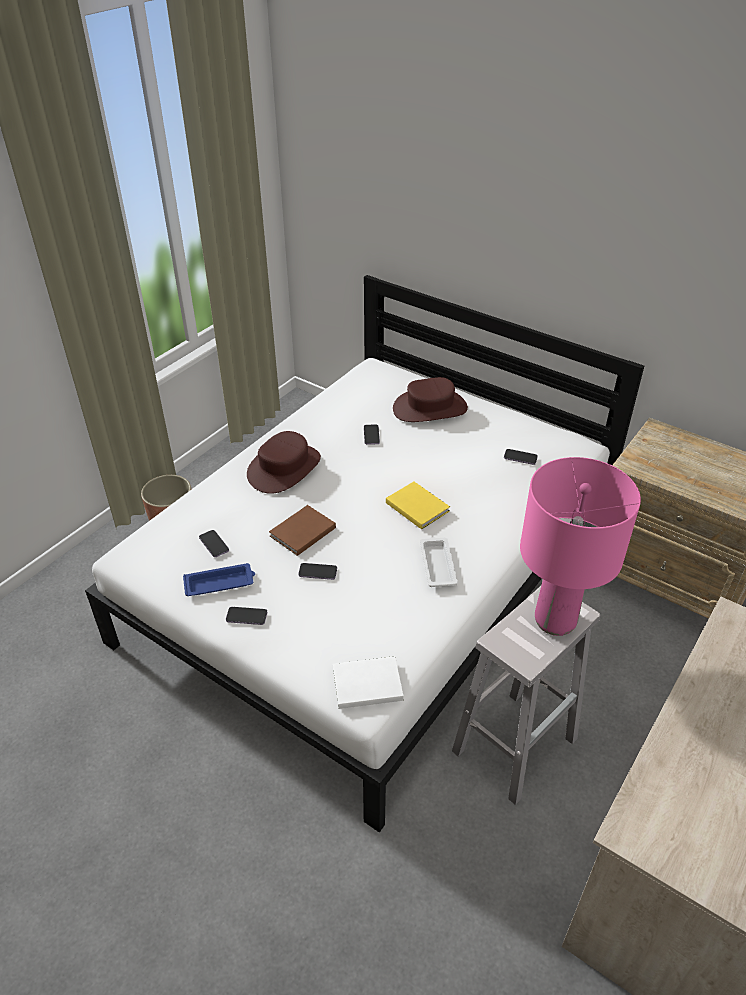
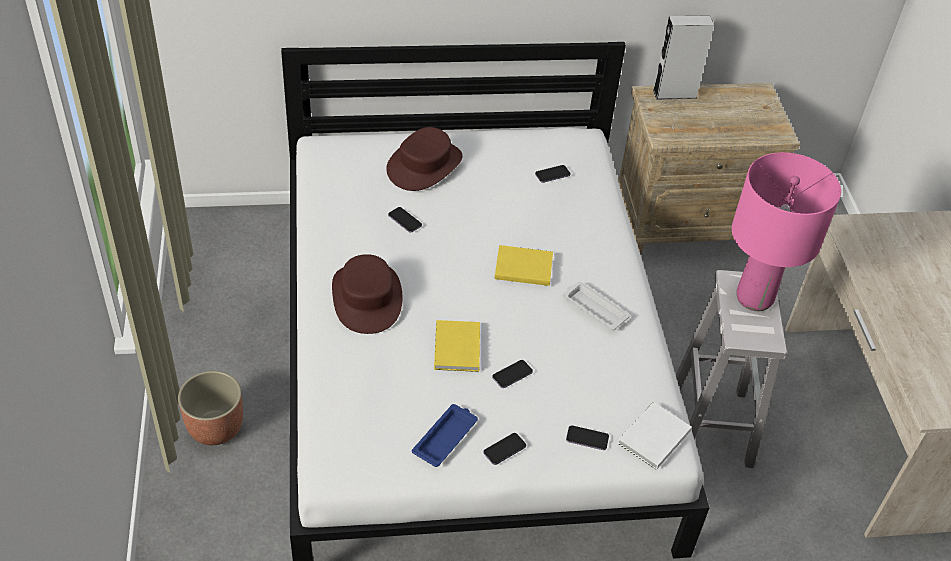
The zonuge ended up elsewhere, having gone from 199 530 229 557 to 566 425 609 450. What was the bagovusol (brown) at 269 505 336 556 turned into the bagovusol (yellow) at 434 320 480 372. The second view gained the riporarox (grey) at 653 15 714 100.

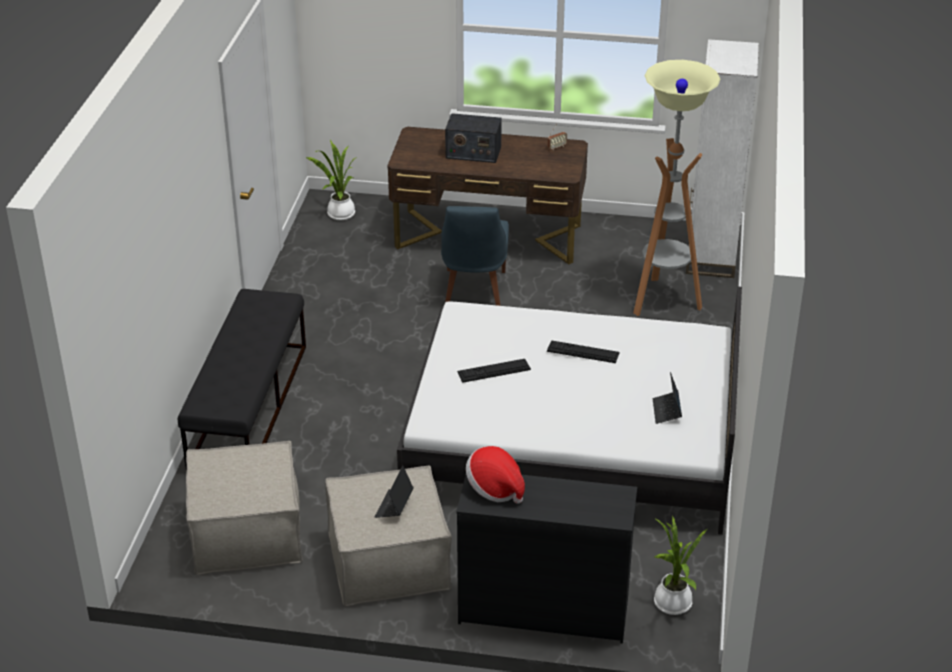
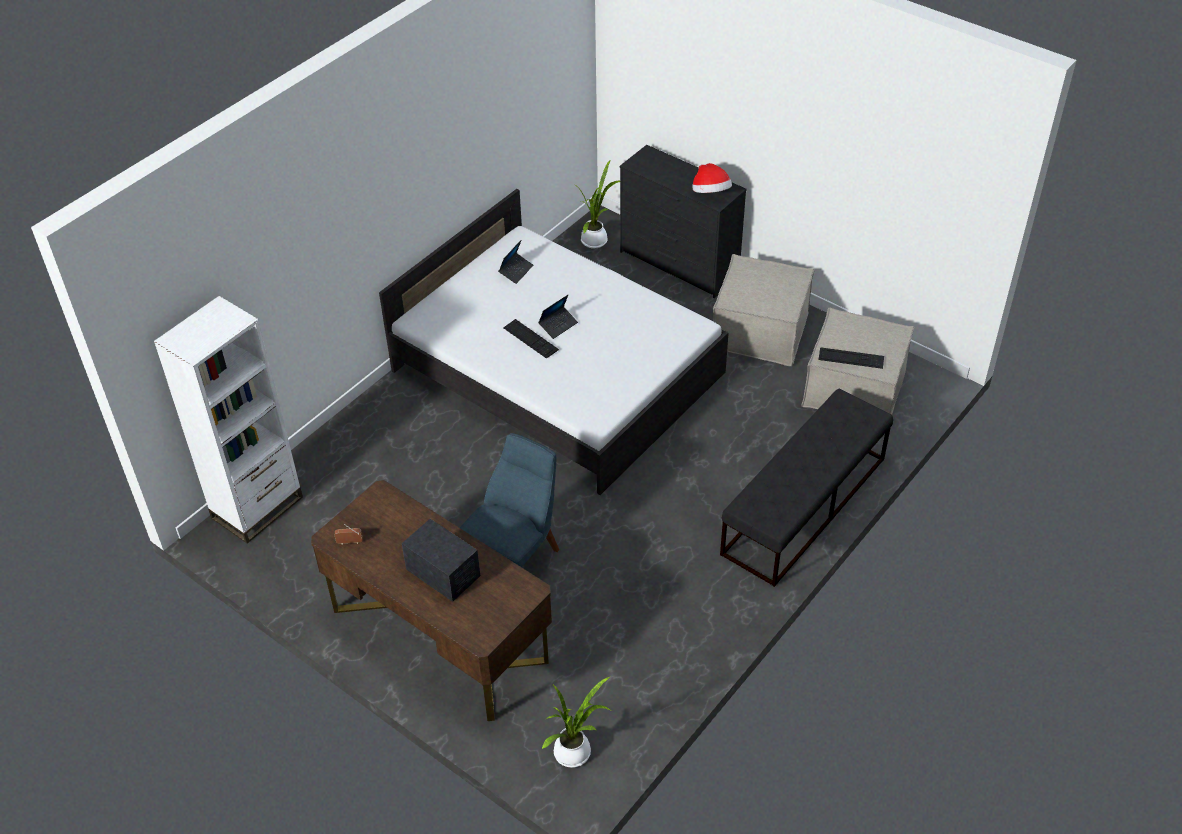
The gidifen ended up elsewhere, having gone from 375 466 413 518 to 538 295 578 339. The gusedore ended up elsewhere, having gone from 457 359 531 383 to 818 347 884 369. The second view lost the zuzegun at 633 60 721 316.

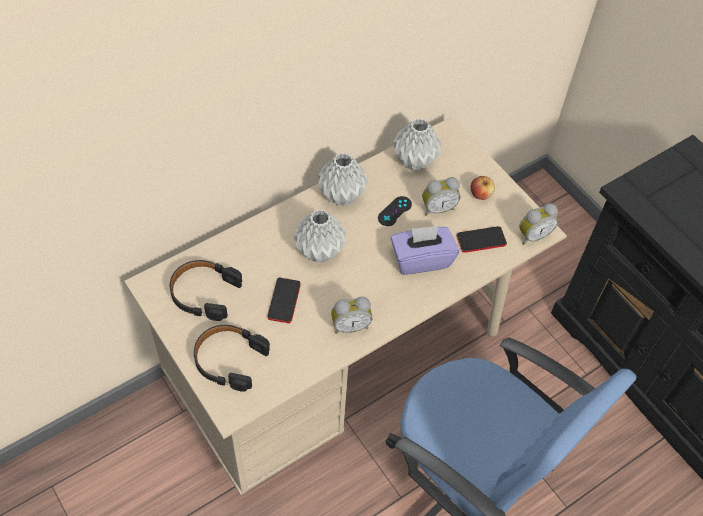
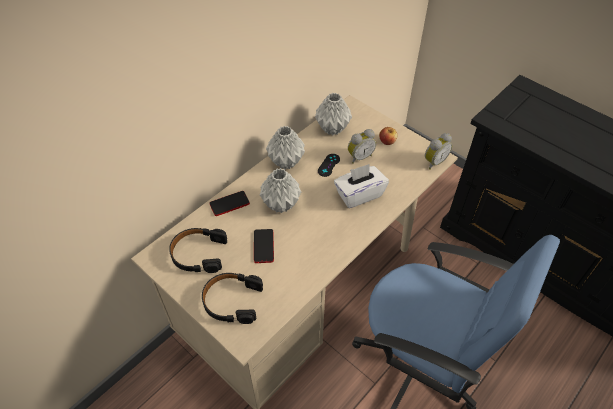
The second view lost the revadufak at 331 296 372 334. What was the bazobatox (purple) at 391 226 459 275 turned into the bazobatox (white) at 334 164 389 208. The zonuge ended up elsewhere, having gone from 457 226 507 253 to 209 191 250 216.

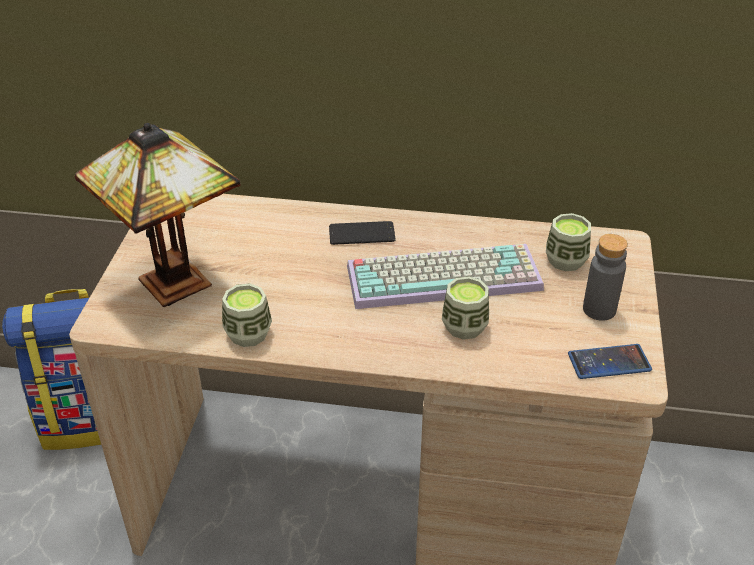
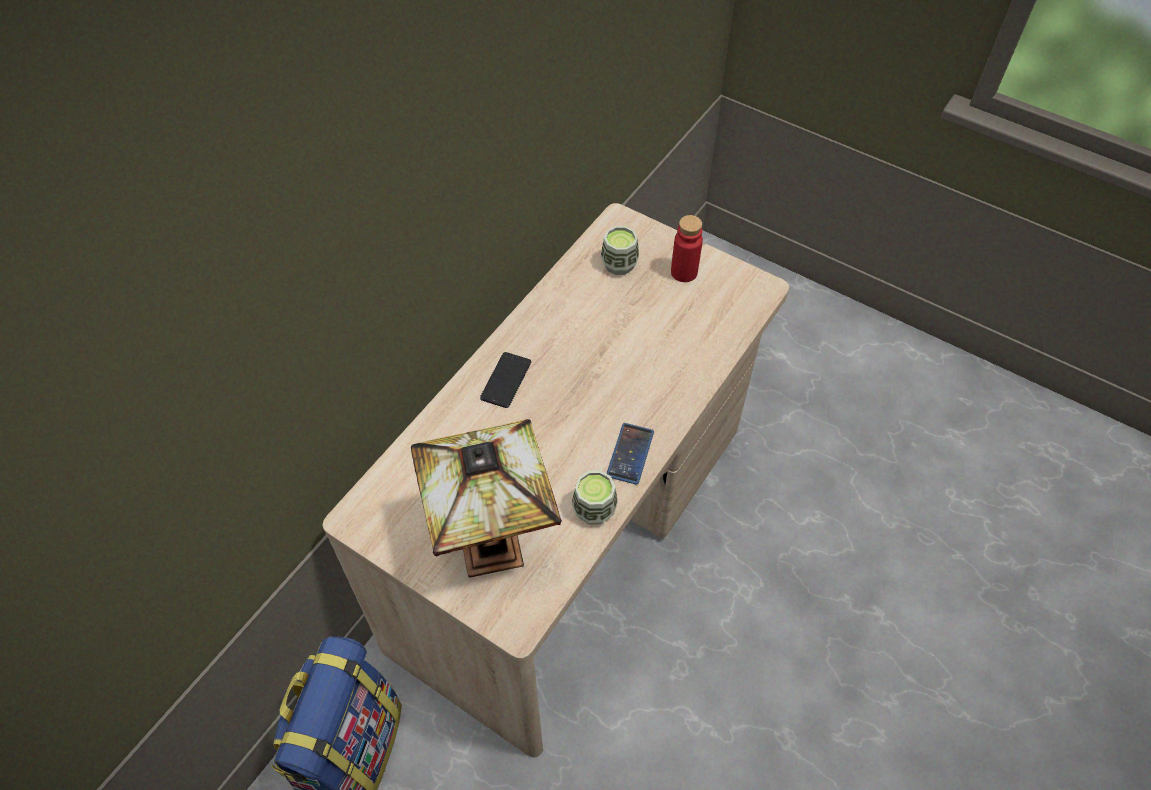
The second view lost the gusedore at 347 244 544 309. The second view lost the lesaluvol at 442 276 489 340. The zonuge ended up elsewhere, having gone from 568 344 652 379 to 607 423 654 485. What was the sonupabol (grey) at 583 234 628 321 turned into the sonupabol (red) at 671 215 703 282.

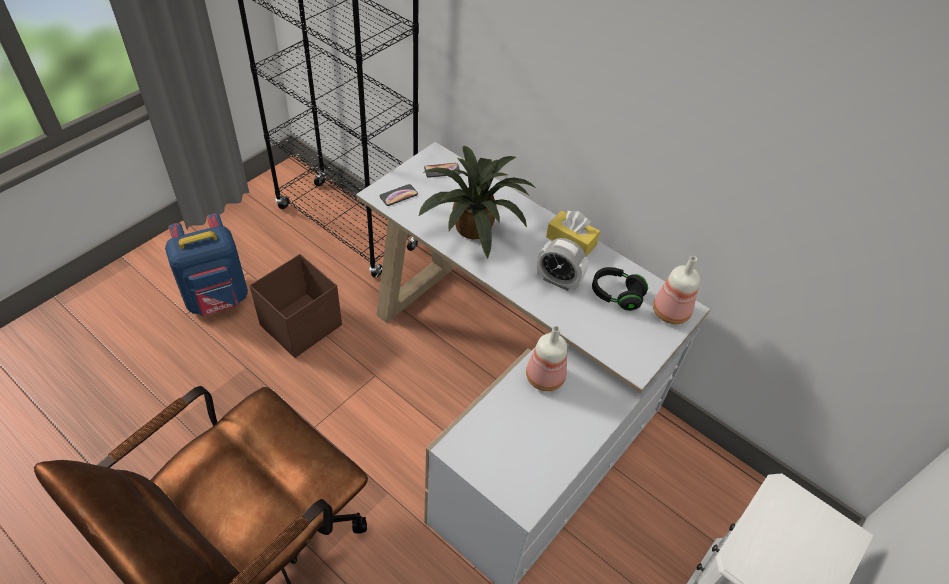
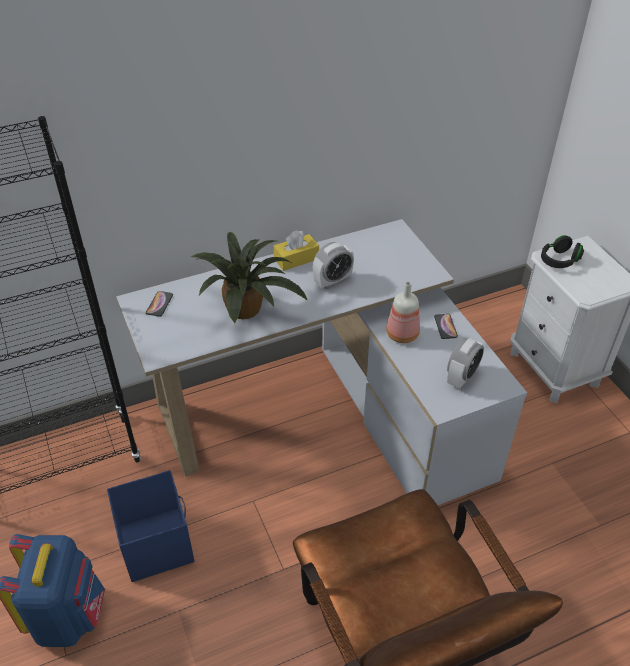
What was the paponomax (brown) at 250 254 342 358 turned into the paponomax (blue) at 107 470 194 582. The zonuge ended up elsewhere, having gone from 380 184 418 206 to 434 314 458 339. The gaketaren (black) ended up elsewhere, having gone from 592 267 648 311 to 541 235 584 268. The second view lost the sonupabol at 653 256 700 324. The second view gained the revadufak at 447 338 484 389.

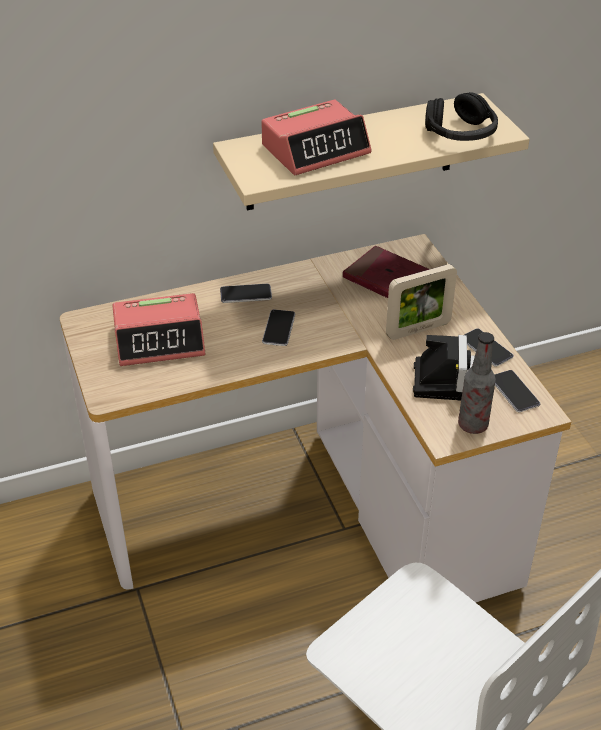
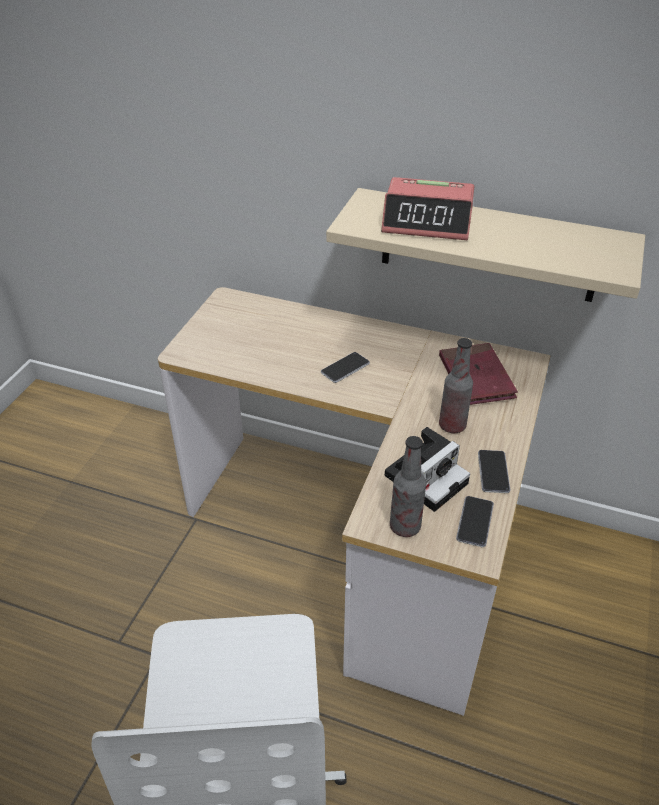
The second view lost the revadufak at 112 293 205 366. The second view lost the zonuge at 220 284 272 303. Where the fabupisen stood at 386 264 457 340, the sonupabol came to stand at 439 338 473 433. The second view lost the gaketaren (black) at 425 92 498 141.

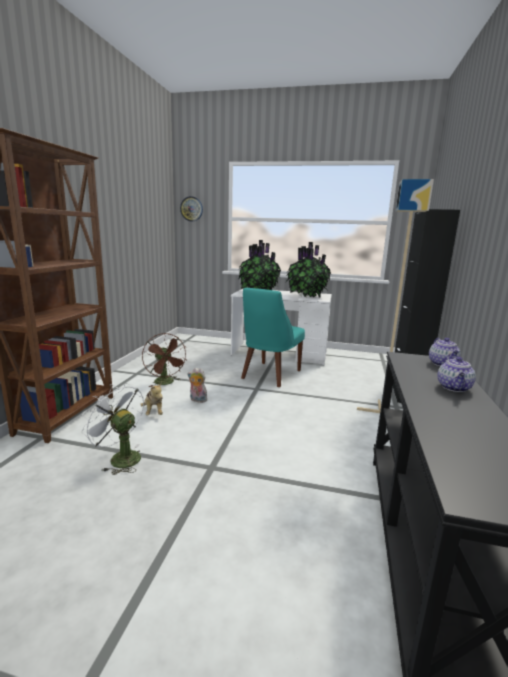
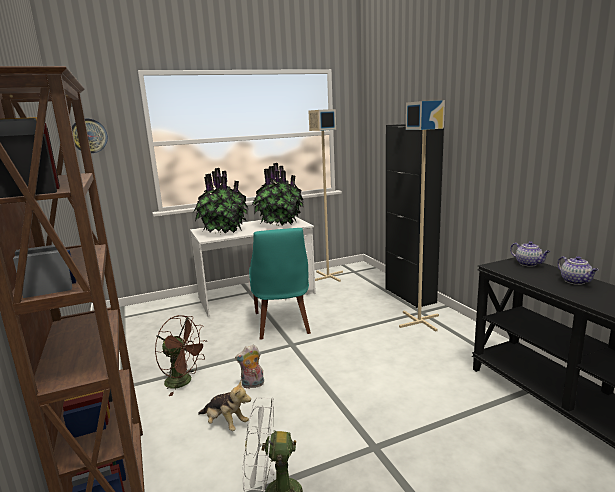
The second view gained the zuzegun (beige) at 309 109 343 282.

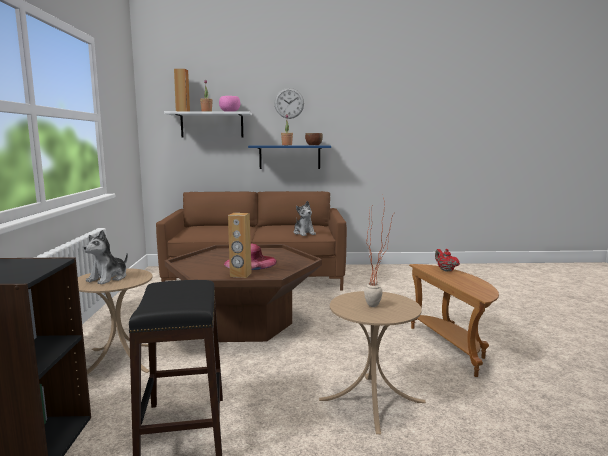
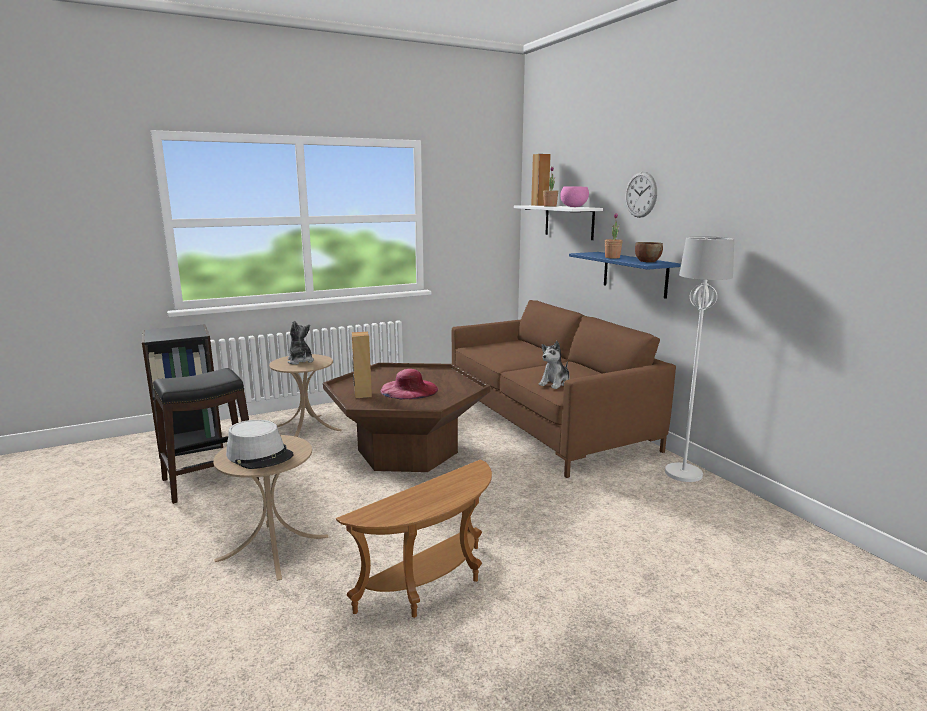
The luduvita at 84 230 128 284 ended up facing another way, 60 degrees clockwise from before. Where the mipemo stood at 364 198 396 307, the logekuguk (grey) came to stand at 226 420 294 469. The second view lost the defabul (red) at 435 249 460 271. The second view gained the zuzegun (white) at 665 236 734 482.

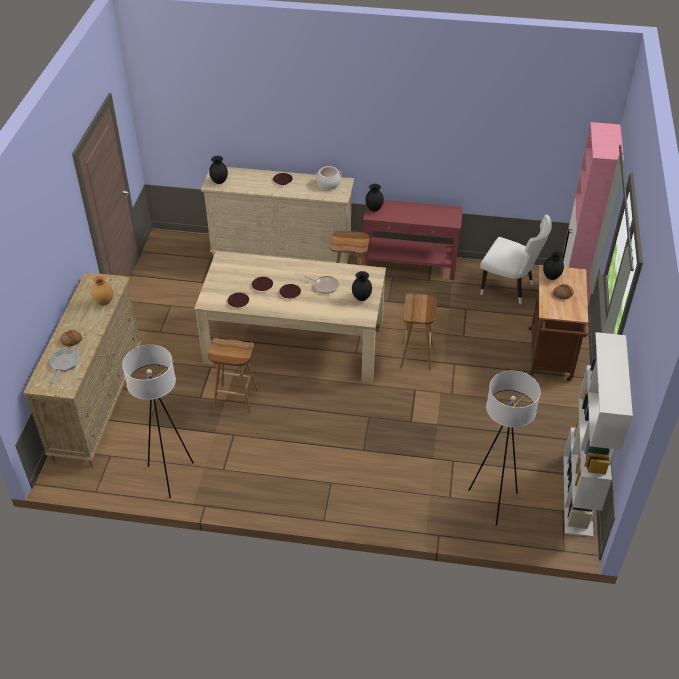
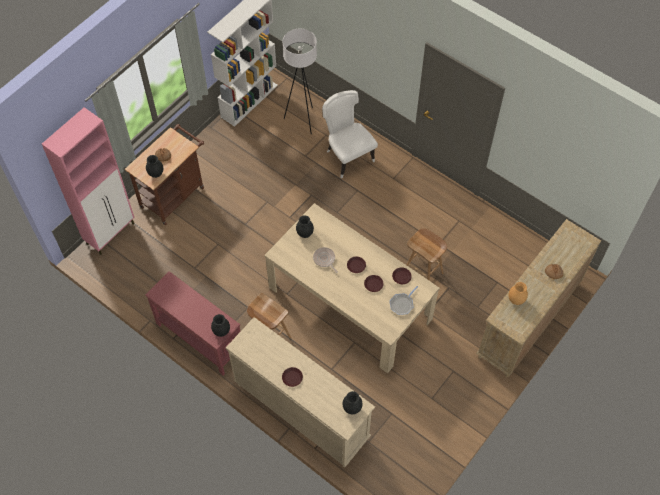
The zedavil ended up elsewhere, having gone from 49 349 80 384 to 390 286 418 315. The second view lost the zuzegun (white) at 122 345 194 498. The second view lost the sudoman at 316 166 342 190. The second view lost the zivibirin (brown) at 400 294 437 371. The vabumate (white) ended up elsewhere, having gone from 480 215 552 304 to 322 90 378 178.

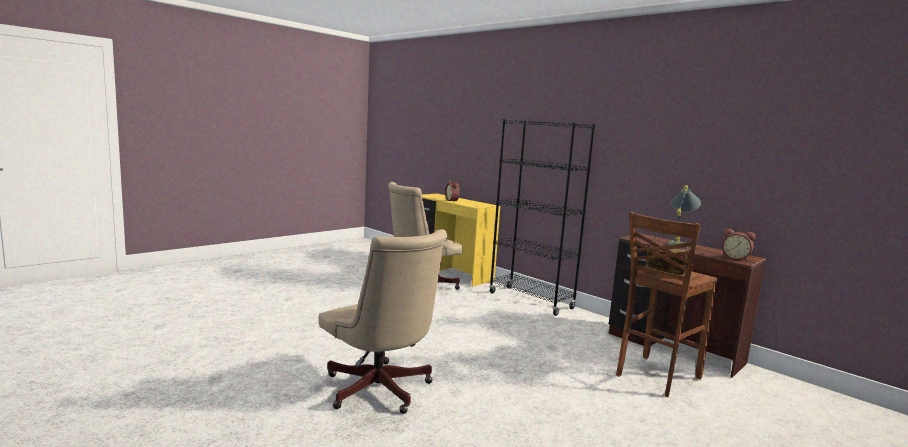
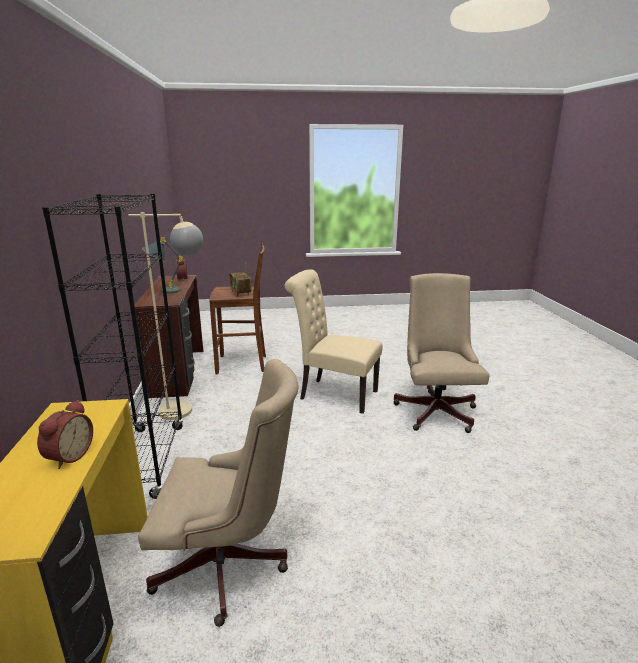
The second view gained the zuzegun (beige) at 128 212 203 420. The second view gained the vabumate (beige) at 285 269 383 414.

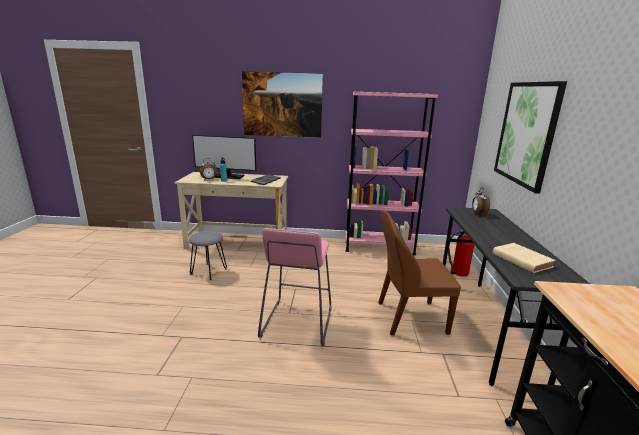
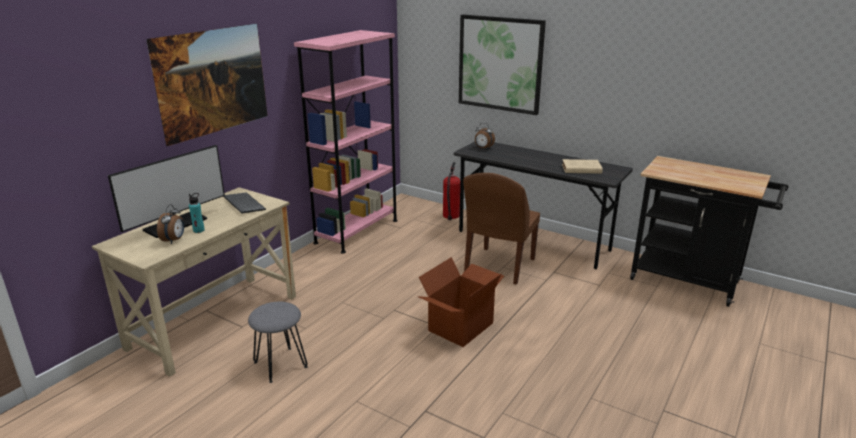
Where the zivibirin (pink) stood at 258 228 332 346, the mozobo came to stand at 417 257 504 347.

